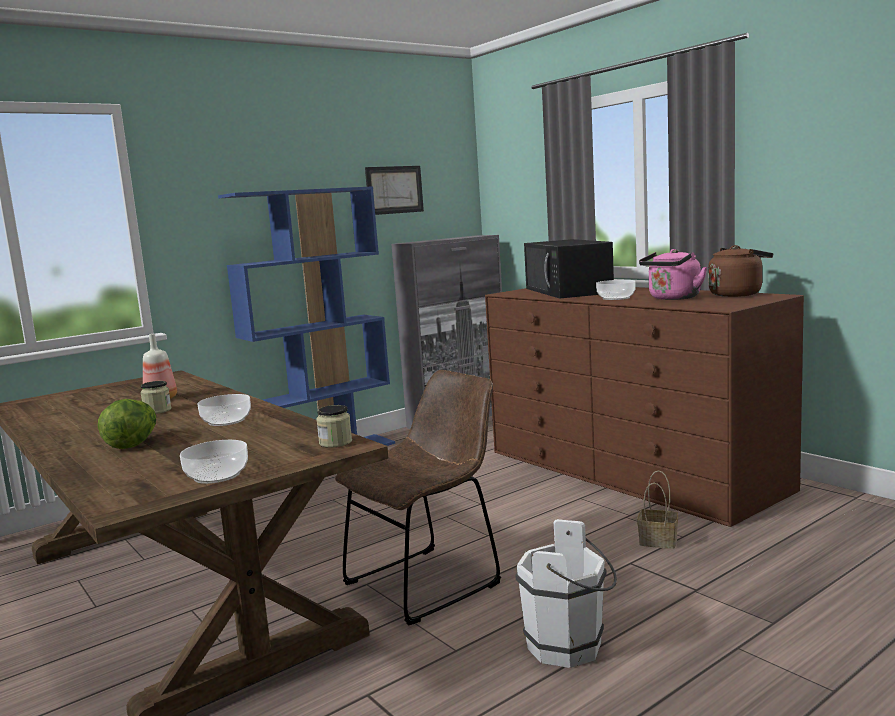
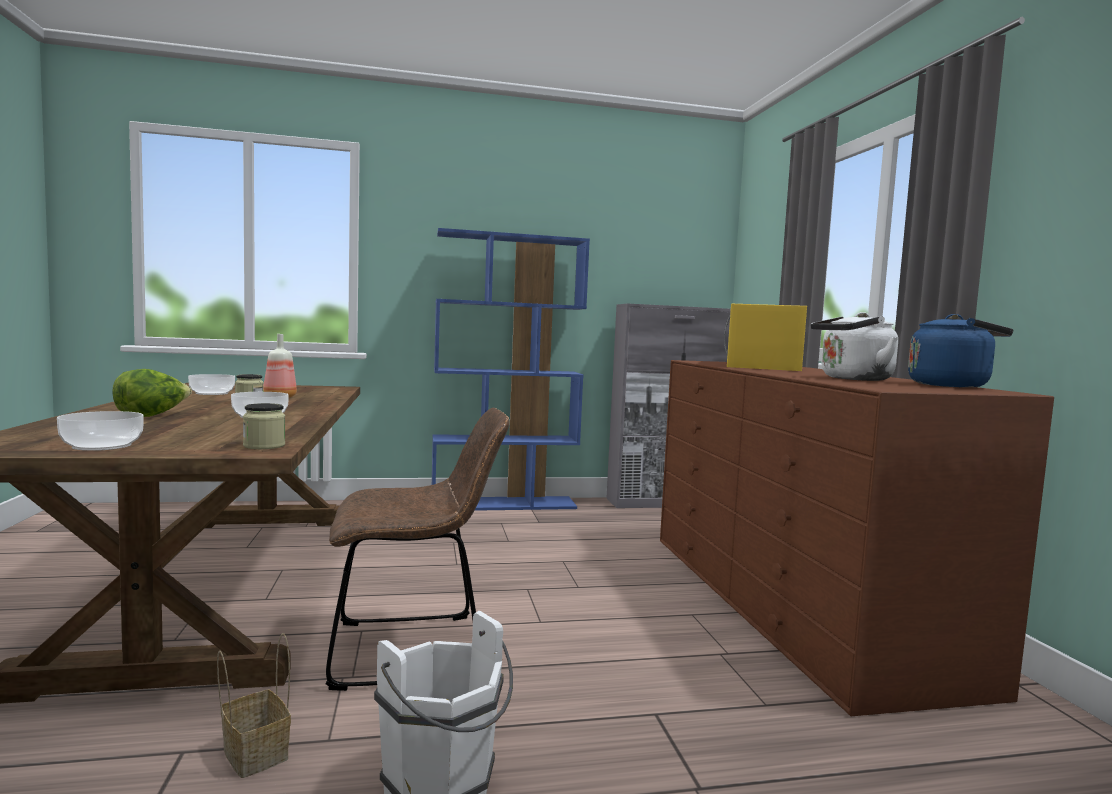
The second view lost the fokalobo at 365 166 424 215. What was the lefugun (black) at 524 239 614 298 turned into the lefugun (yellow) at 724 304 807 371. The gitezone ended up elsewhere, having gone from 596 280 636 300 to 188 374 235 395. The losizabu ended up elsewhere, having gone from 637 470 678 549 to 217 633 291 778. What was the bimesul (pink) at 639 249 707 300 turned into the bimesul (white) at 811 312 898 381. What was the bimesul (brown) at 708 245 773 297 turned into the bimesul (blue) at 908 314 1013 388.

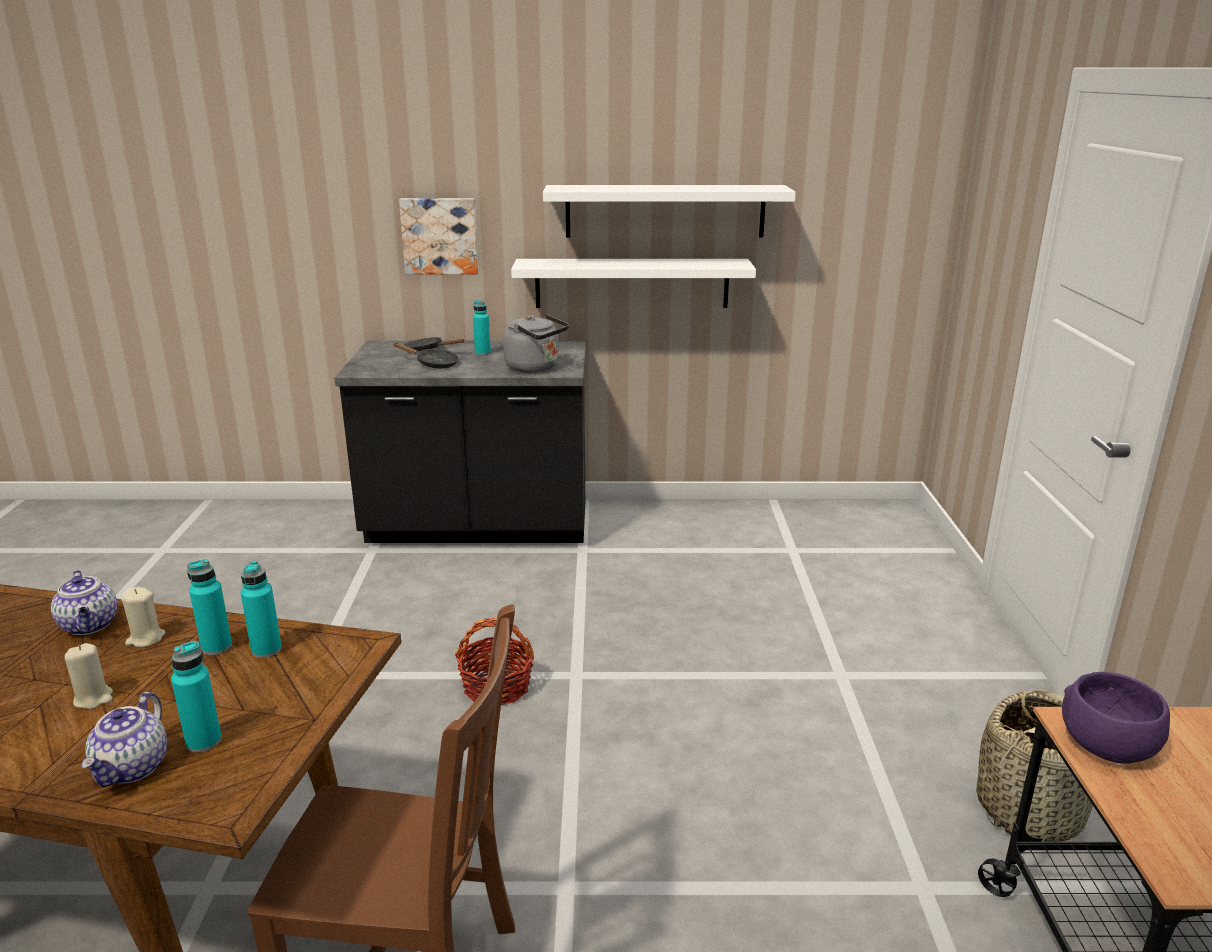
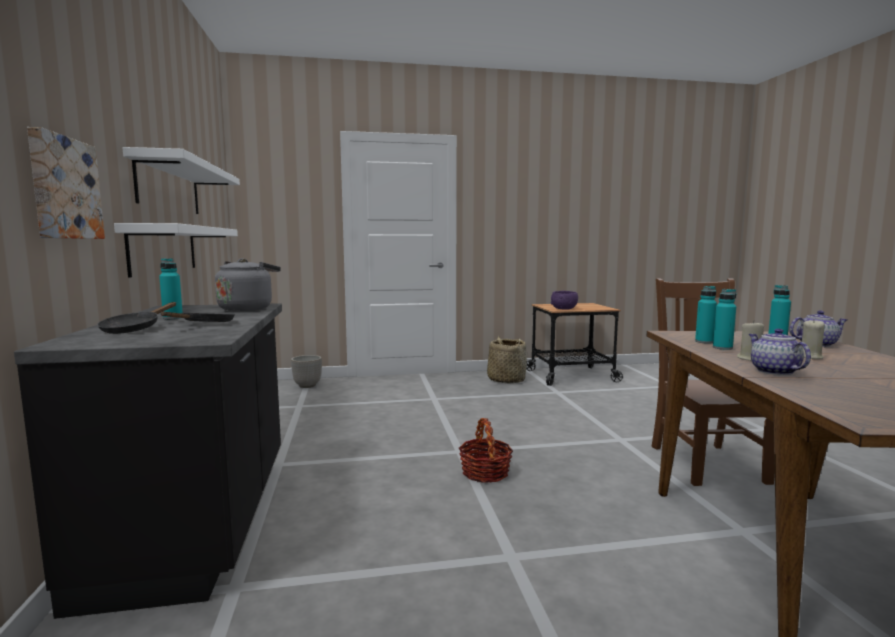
The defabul at 51 570 117 635 ended up facing another way, 60 degrees counterclockwise from before. The second view gained the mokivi at 291 355 322 388.

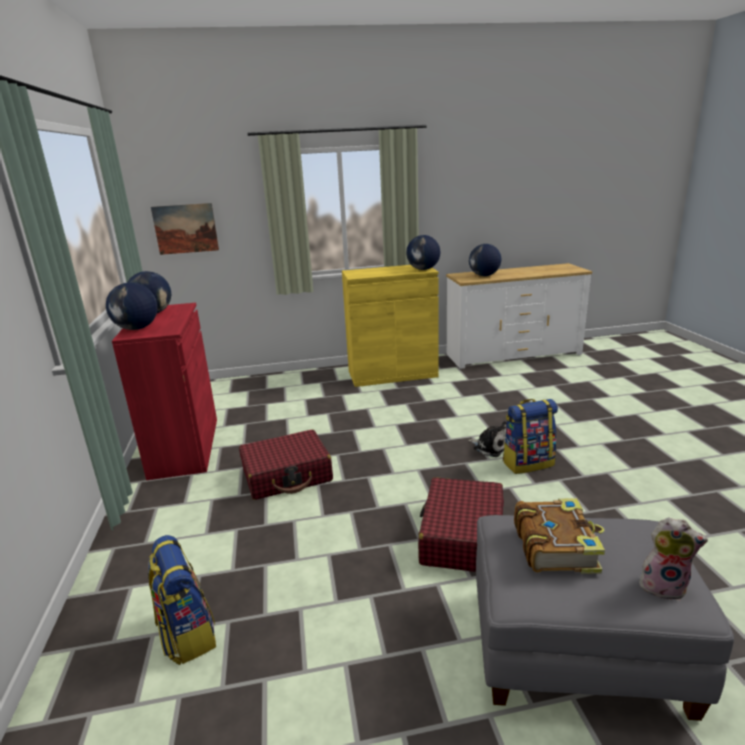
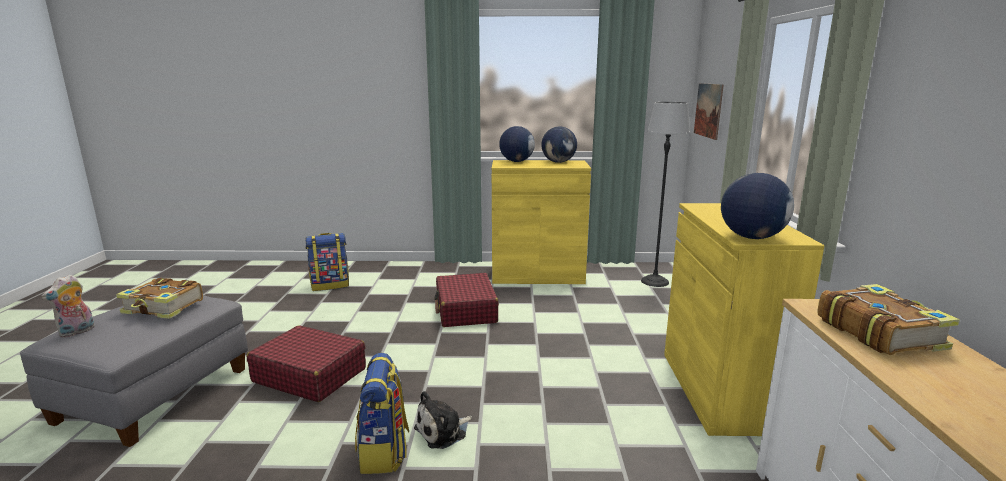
What was the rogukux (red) at 112 303 217 480 turned into the rogukux (yellow) at 492 160 591 284. Where the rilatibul stood at 469 244 501 276, the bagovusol came to stand at 817 284 960 355. The second view gained the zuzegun at 641 102 690 287.

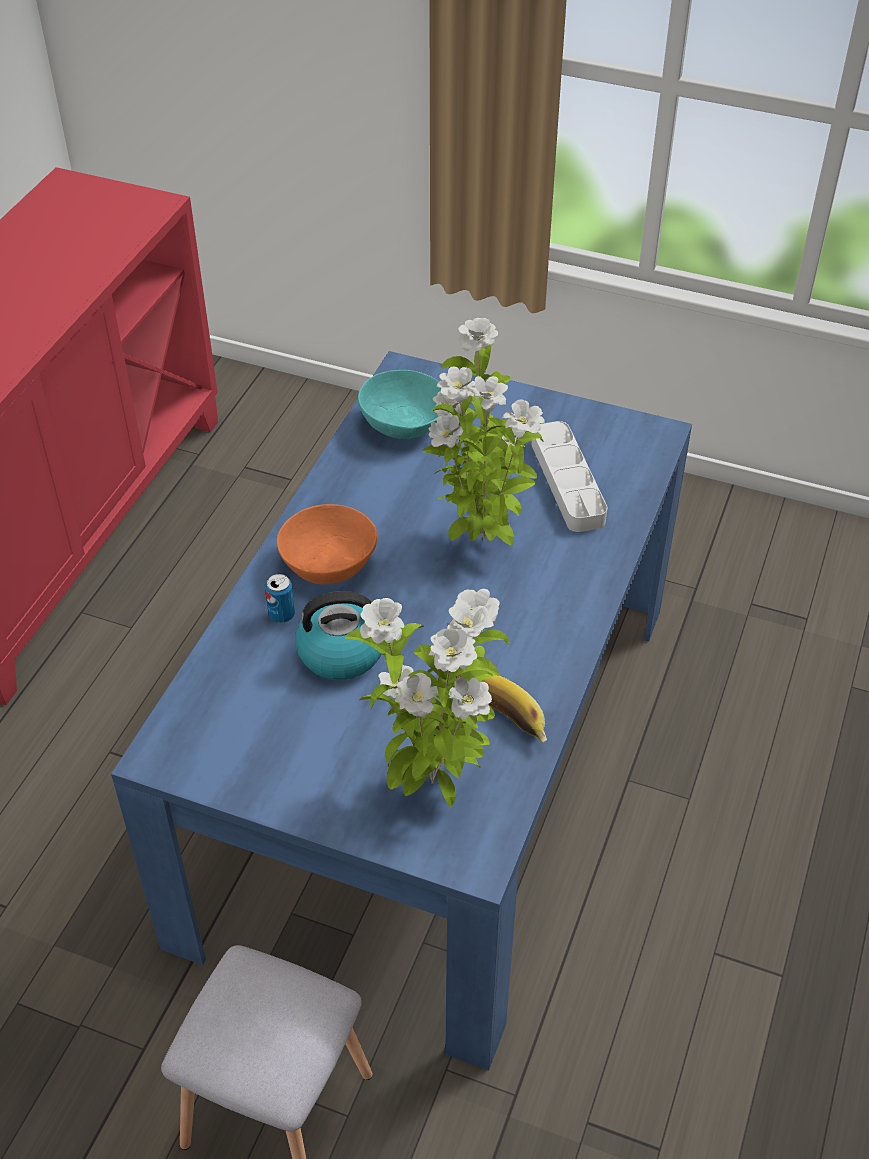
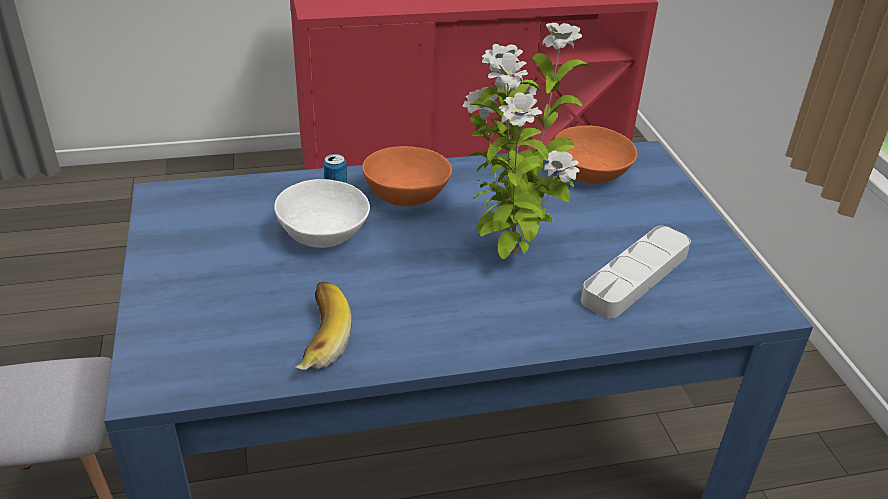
Where the bimesul stood at 295 591 390 680, the gitezone (white) came to stand at 274 179 370 248. The second view lost the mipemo at 345 589 509 807. What was the gitezone (turquoise) at 358 370 442 439 turned into the gitezone (orange) at 555 126 637 184.

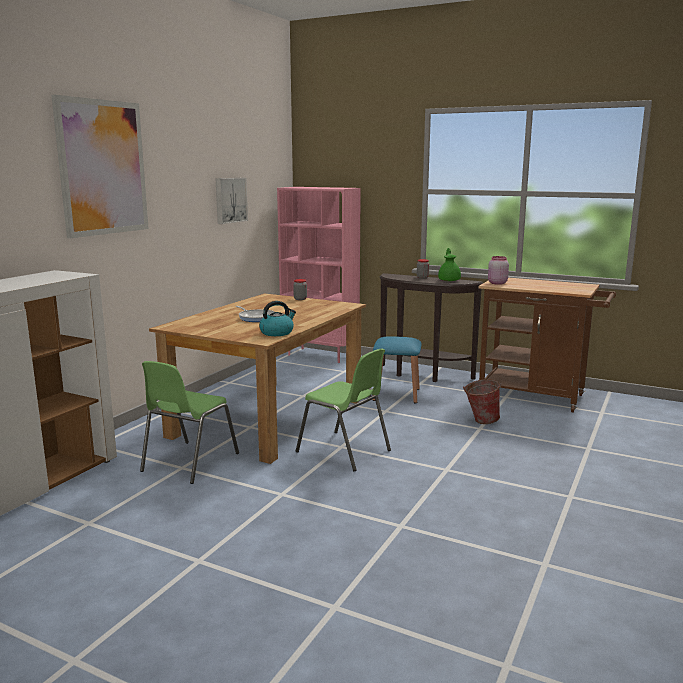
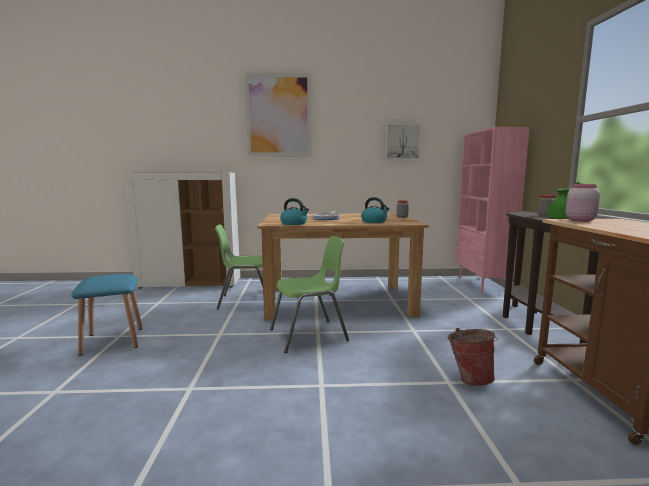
The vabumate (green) at 296 349 391 471 ended up facing another way, 120 degrees counterclockwise from before. The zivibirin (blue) ended up elsewhere, having gone from 372 336 421 403 to 71 274 142 356. The second view gained the bimesul at 361 197 390 223.

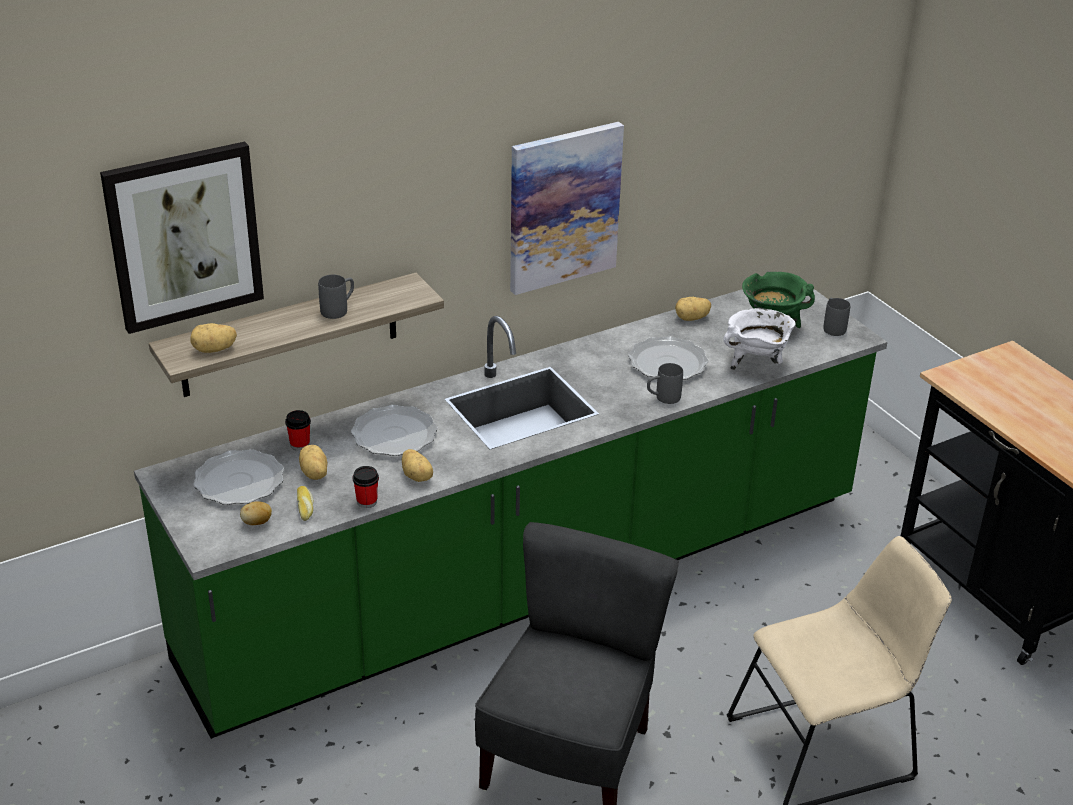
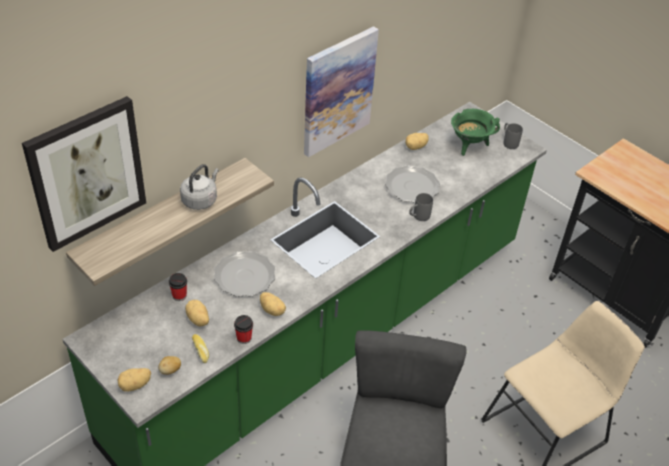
The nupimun ended up elsewhere, having gone from 191 323 237 353 to 118 368 151 392. The second view lost the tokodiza at 193 449 284 505. Where the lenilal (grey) stood at 318 275 354 319, the bimesul (grey) came to stand at 180 164 219 210. The second view lost the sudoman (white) at 723 308 796 370.

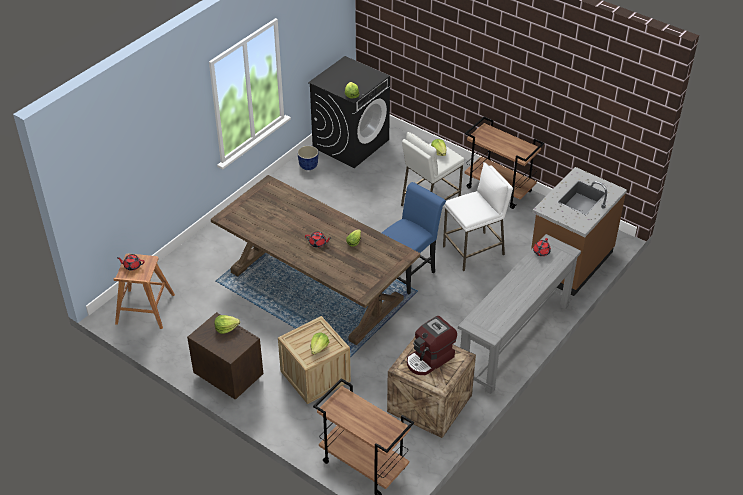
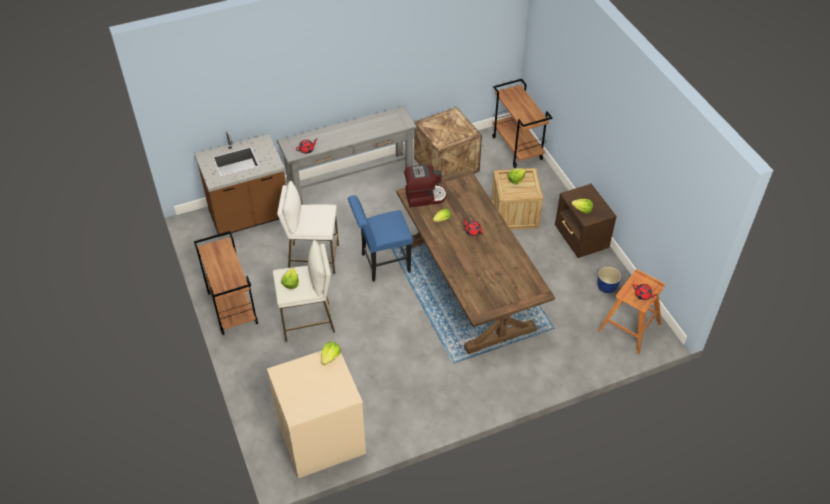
The mokivi ended up elsewhere, having gone from 297 146 318 170 to 597 267 621 293. What was the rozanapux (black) at 308 56 390 168 turned into the rozanapux (beige) at 267 351 366 478. The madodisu ended up elsewhere, having gone from 407 316 457 375 to 404 164 446 207.

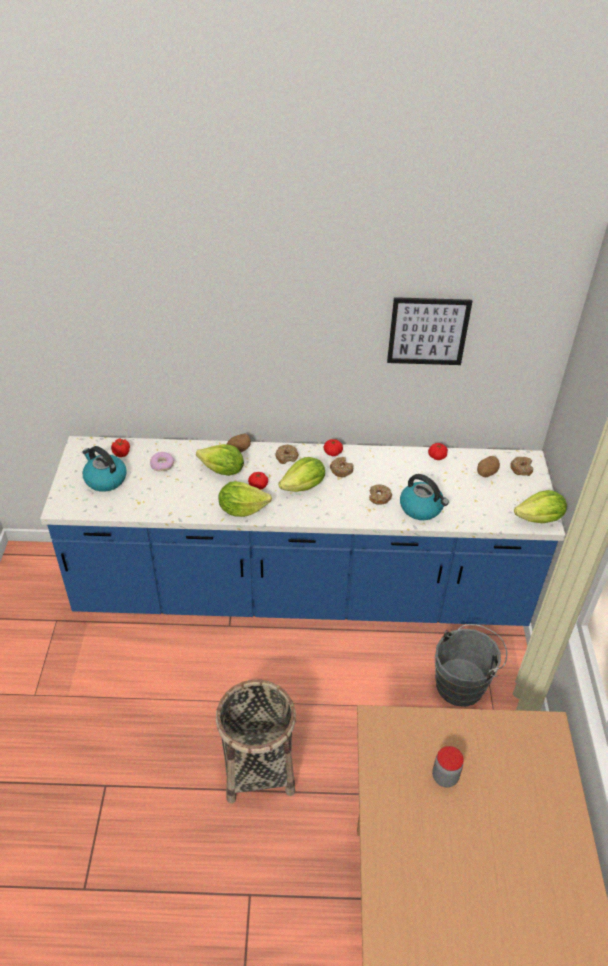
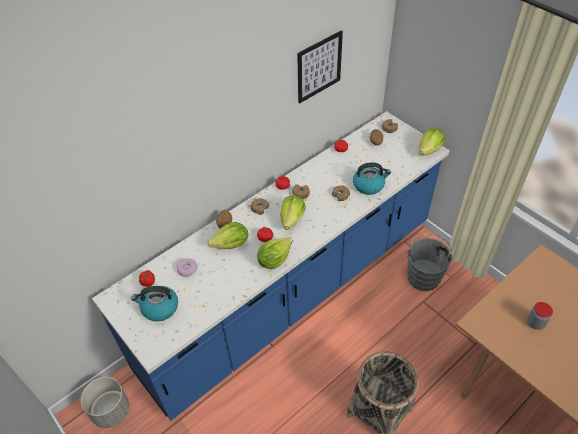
The second view gained the mokivi (grey) at 81 377 129 428.

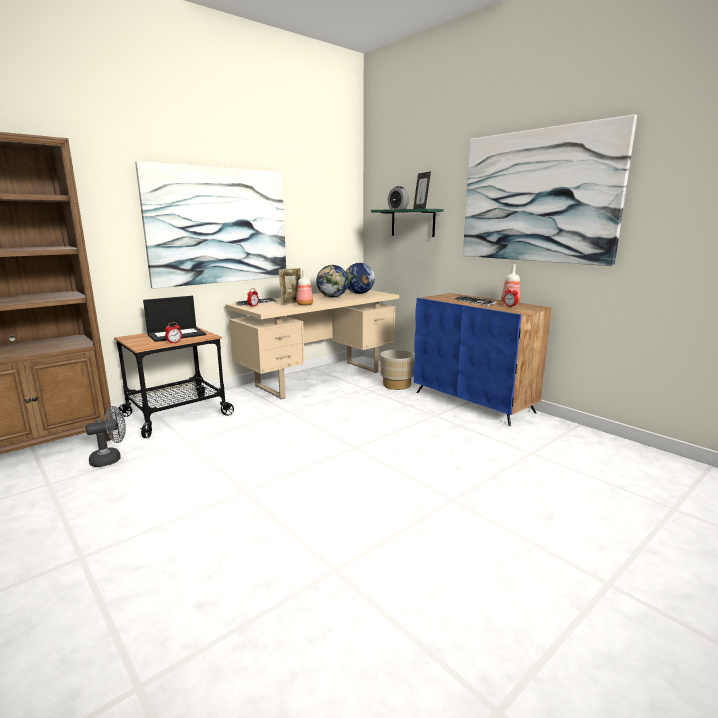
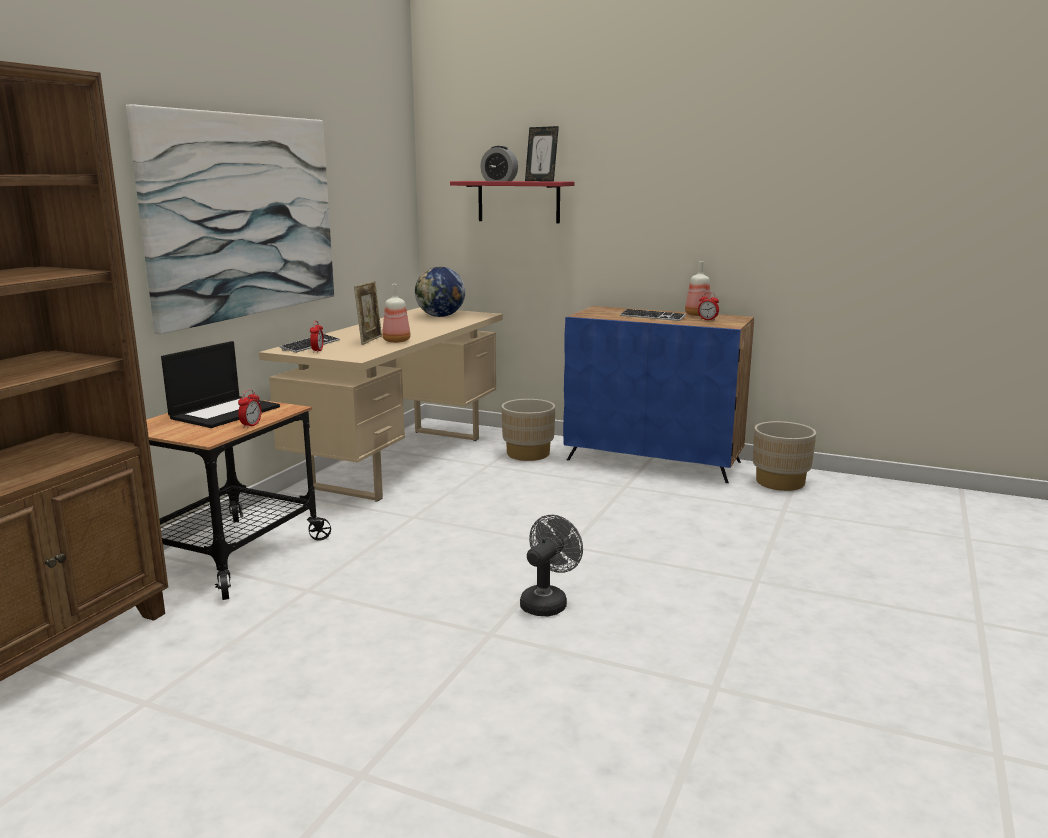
The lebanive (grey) ended up elsewhere, having gone from 85 406 126 467 to 520 515 583 617. The second view lost the rilatibul at 316 265 349 298. What was the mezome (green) at 371 209 444 237 turned into the mezome (red) at 450 181 575 223. The second view lost the fokalobo at 463 114 637 266. The second view gained the mokivi (beige) at 753 421 816 491.

